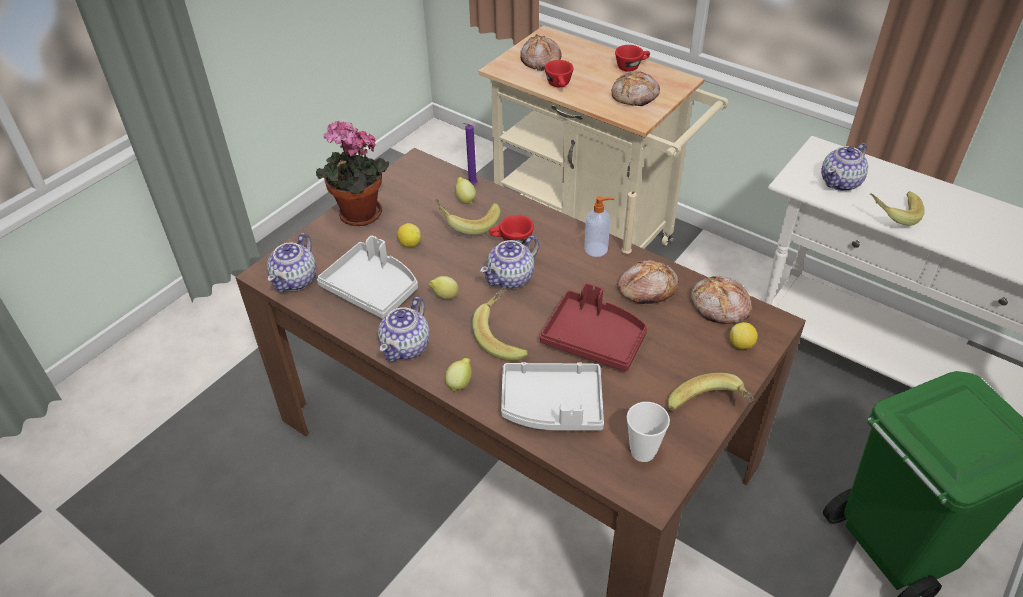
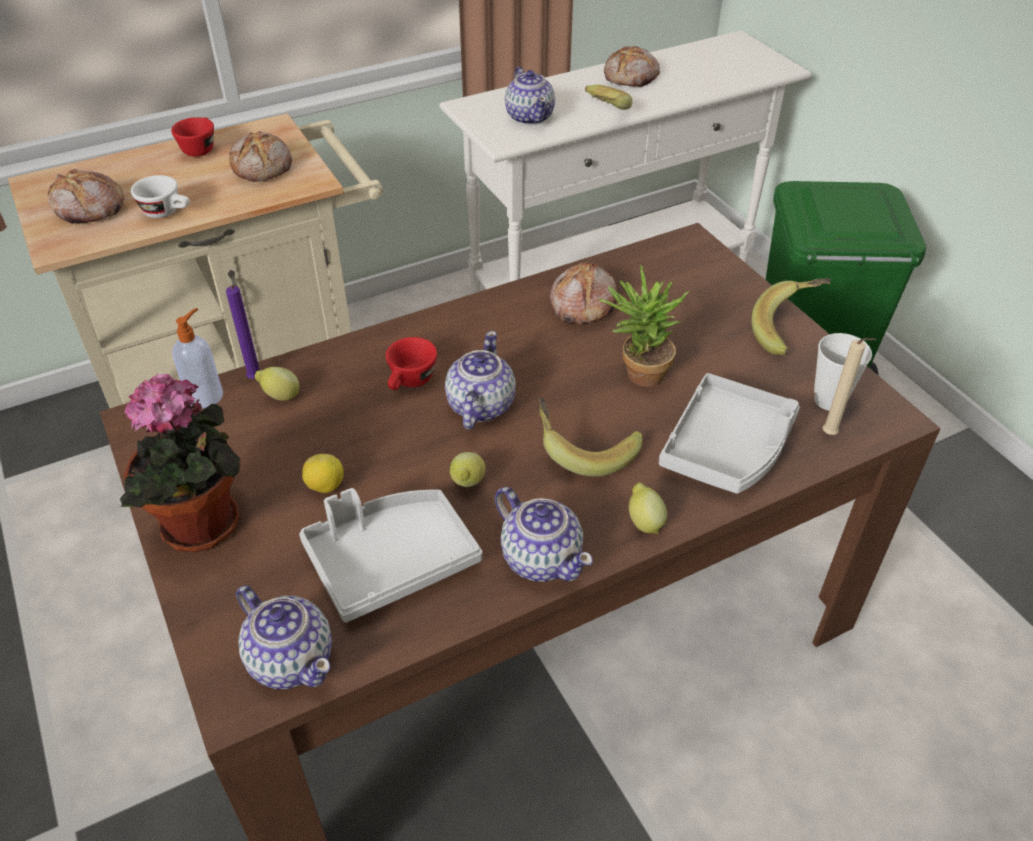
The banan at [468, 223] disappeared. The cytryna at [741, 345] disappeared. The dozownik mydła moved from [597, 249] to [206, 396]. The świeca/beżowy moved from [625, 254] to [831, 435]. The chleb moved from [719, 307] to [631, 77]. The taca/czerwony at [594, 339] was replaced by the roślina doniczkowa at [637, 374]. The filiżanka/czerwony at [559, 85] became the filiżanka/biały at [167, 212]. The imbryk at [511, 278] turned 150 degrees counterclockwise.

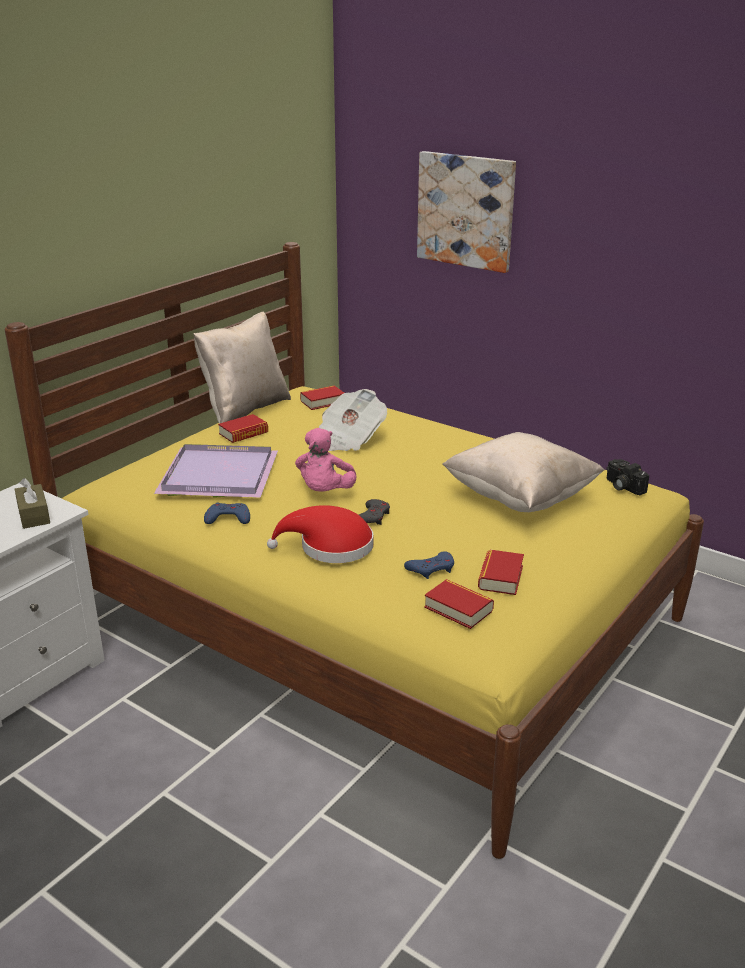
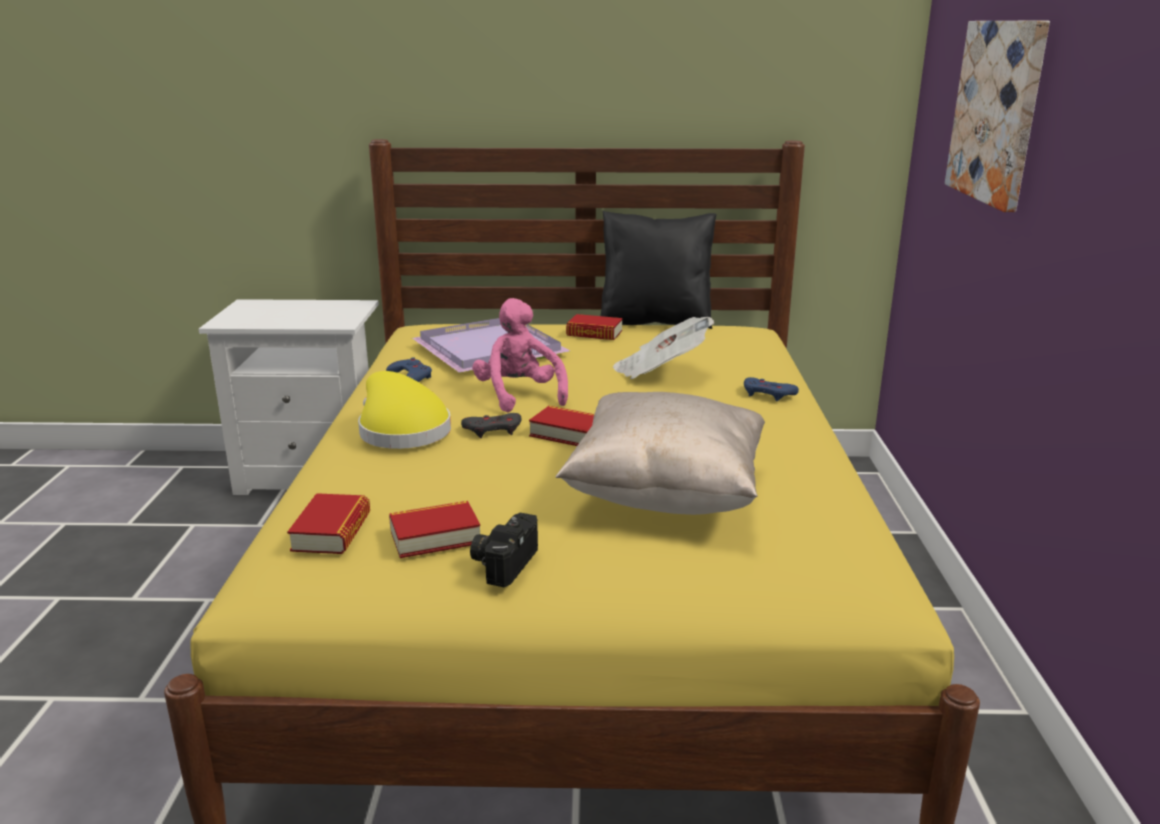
The pudełko chusteczek/brązowy at [34, 515] disappeared. The książka moved from [322, 402] to [568, 433]. The pad do gier/niebieski moved from [431, 569] to [768, 394]. The aparat fotograficzny moved from [622, 486] to [503, 562]. The poduszka/beżowy at [244, 409] became the poduszka/czarny at [655, 321]. The kapelusz/czerwony at [330, 547] became the kapelusz/żółty at [401, 430]. The pluszak/różowy at [325, 492] turned 90 degrees clockwise.

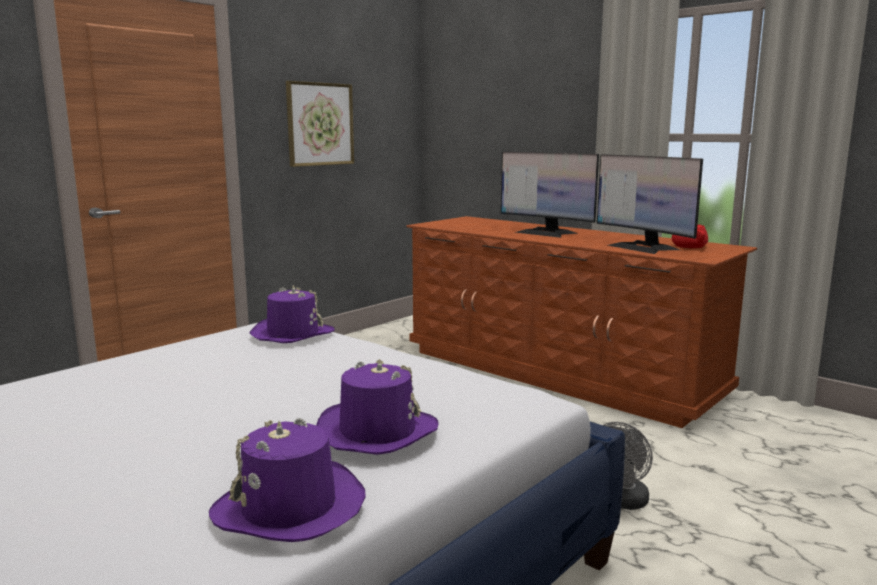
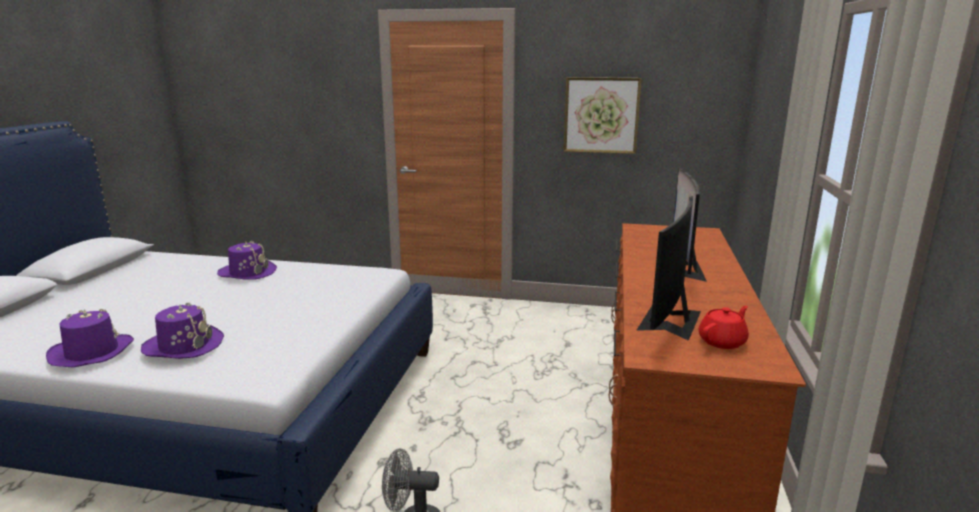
The kapelusz/fioletowy moved from [292, 334] to [247, 272].

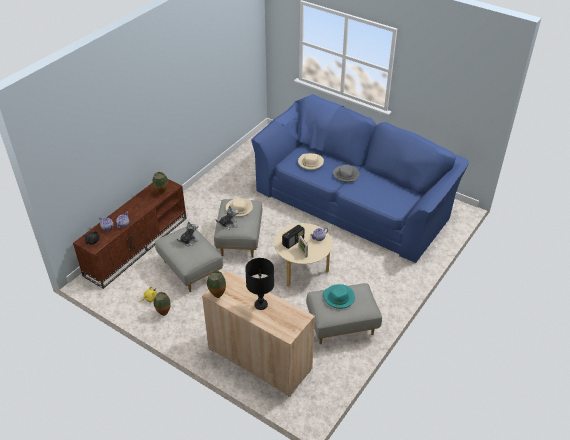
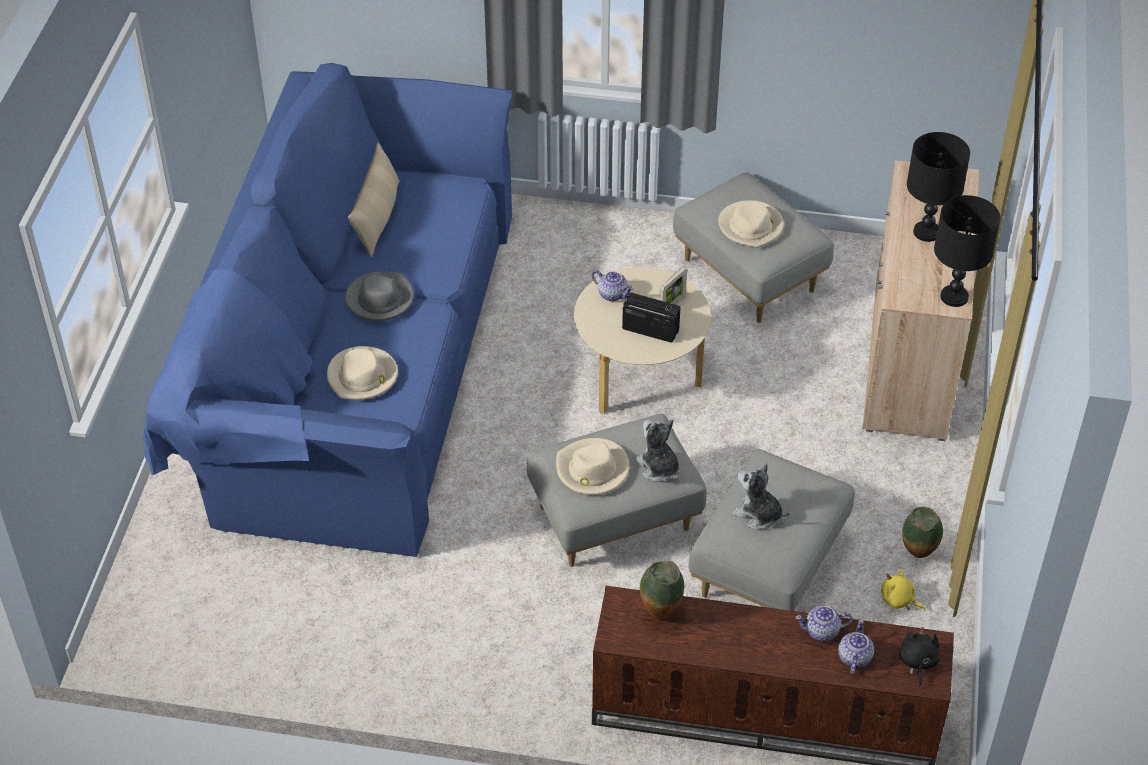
The poduszka/beżowy at [377, 217] appeared. The wazon at [217, 295] was replaced by the lampa stołowa/czarny at [954, 297]. The kapelusz/turkusowy at [339, 298] became the kapelusz/beżowy at [751, 226].

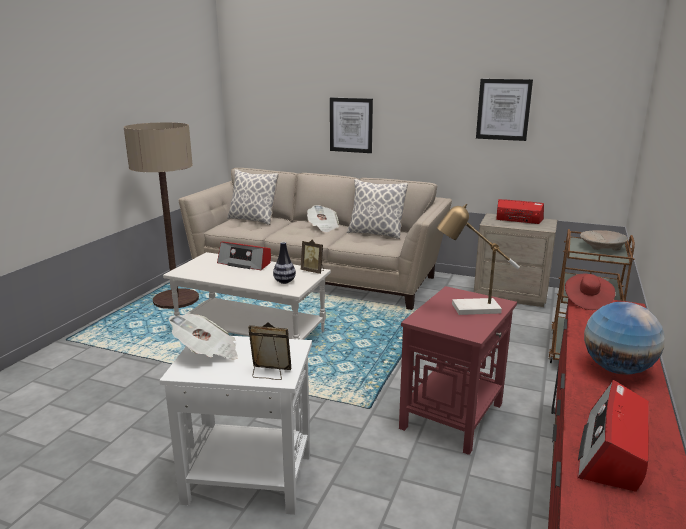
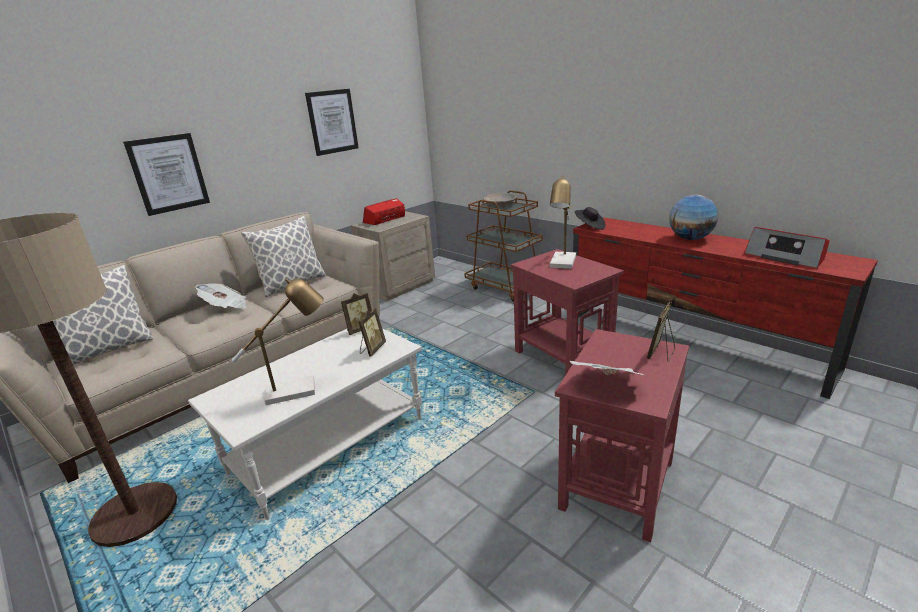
The radio at [245, 263] disappeared. The lampa stołowa at [298, 390] appeared. The wazon at [284, 282] was replaced by the ramka na zdjęcie at [372, 349]. The stolik/biały at [249, 477] became the stolik/czerwony at [616, 483]. The kapelusz/czerwony at [587, 301] became the kapelusz/czarny at [589, 227].

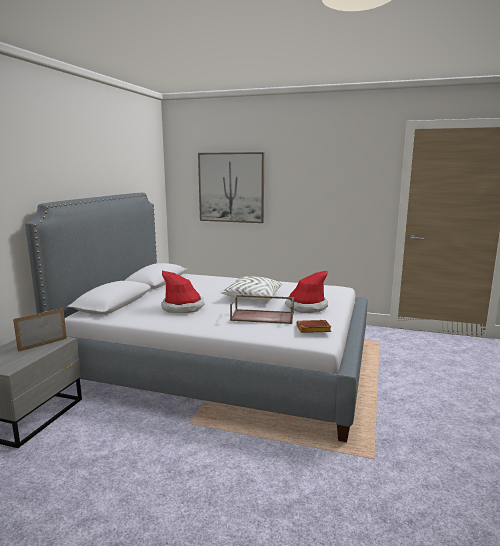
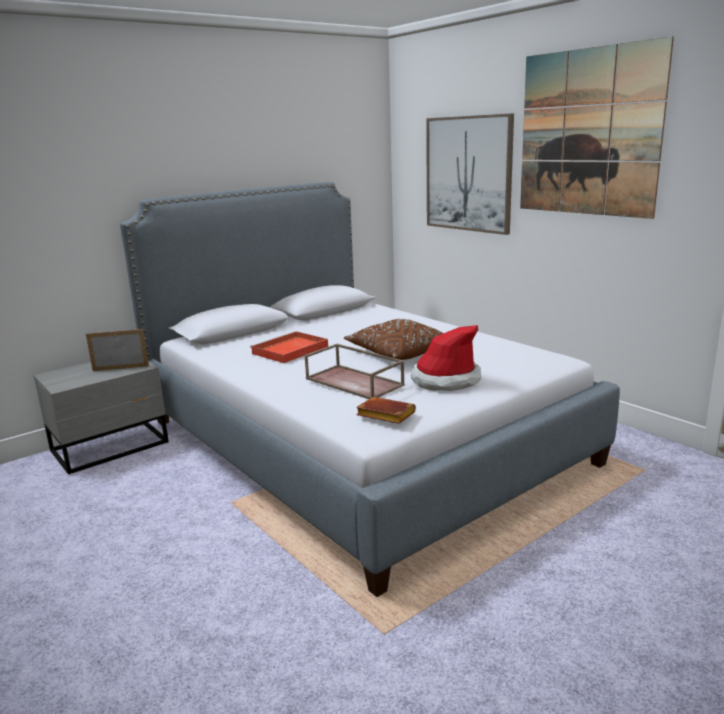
The obraz at [588, 133] appeared. The kapelusz at [183, 307] was replaced by the taca/czerwony at [289, 350]. The poduszka/biały at [252, 298] became the poduszka/brązowy at [397, 353].

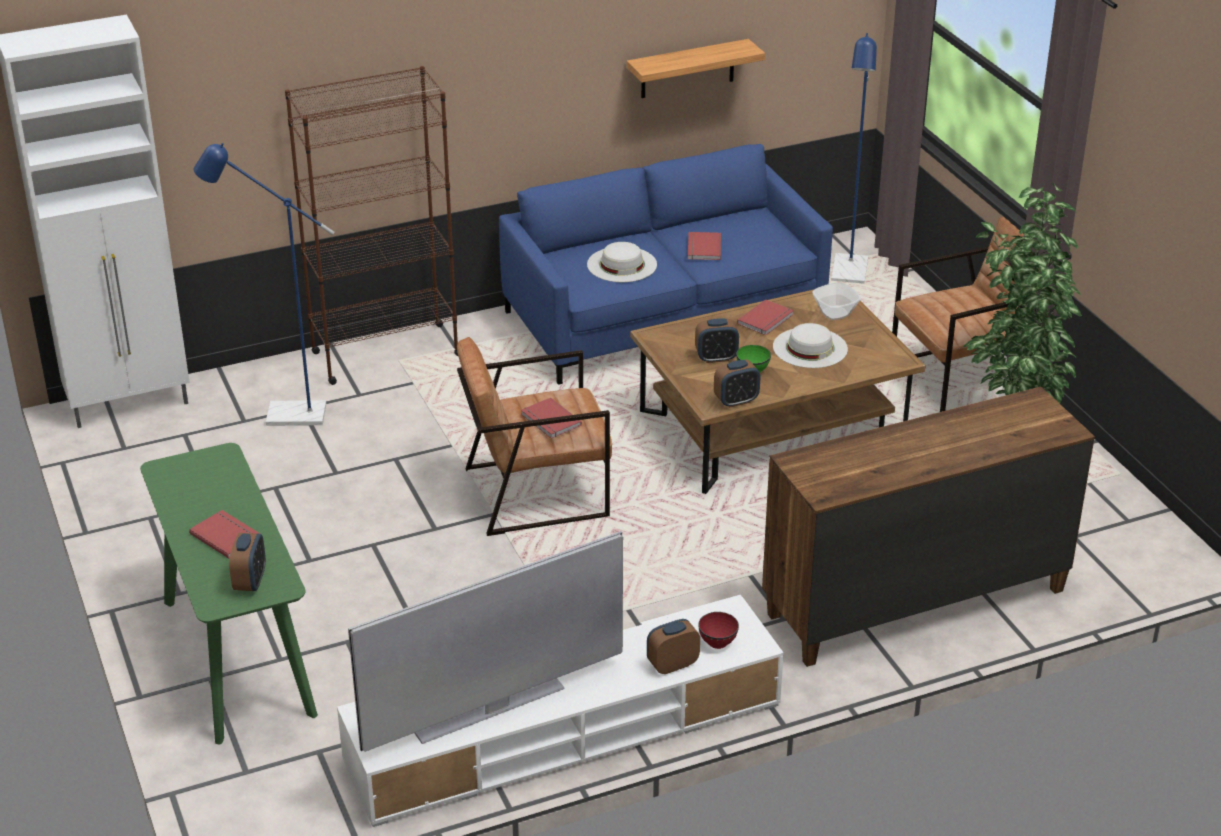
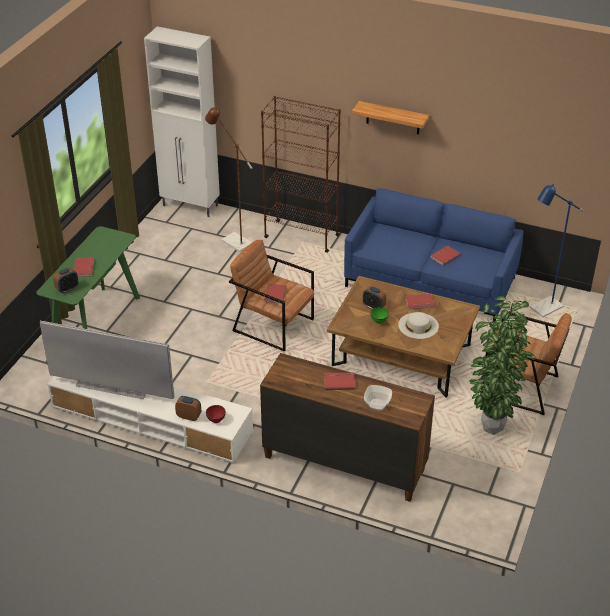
The kapelusz/biały at [621, 264] disappeared. The budzik at [736, 401] disappeared. The książka/czerwony at [339, 381] appeared. The półka moved from [687, 69] to [393, 118]. The miska moved from [835, 312] to [377, 404]. The lampa stojąca/niebieski at [284, 415] became the lampa stojąca/brązowy at [232, 240].

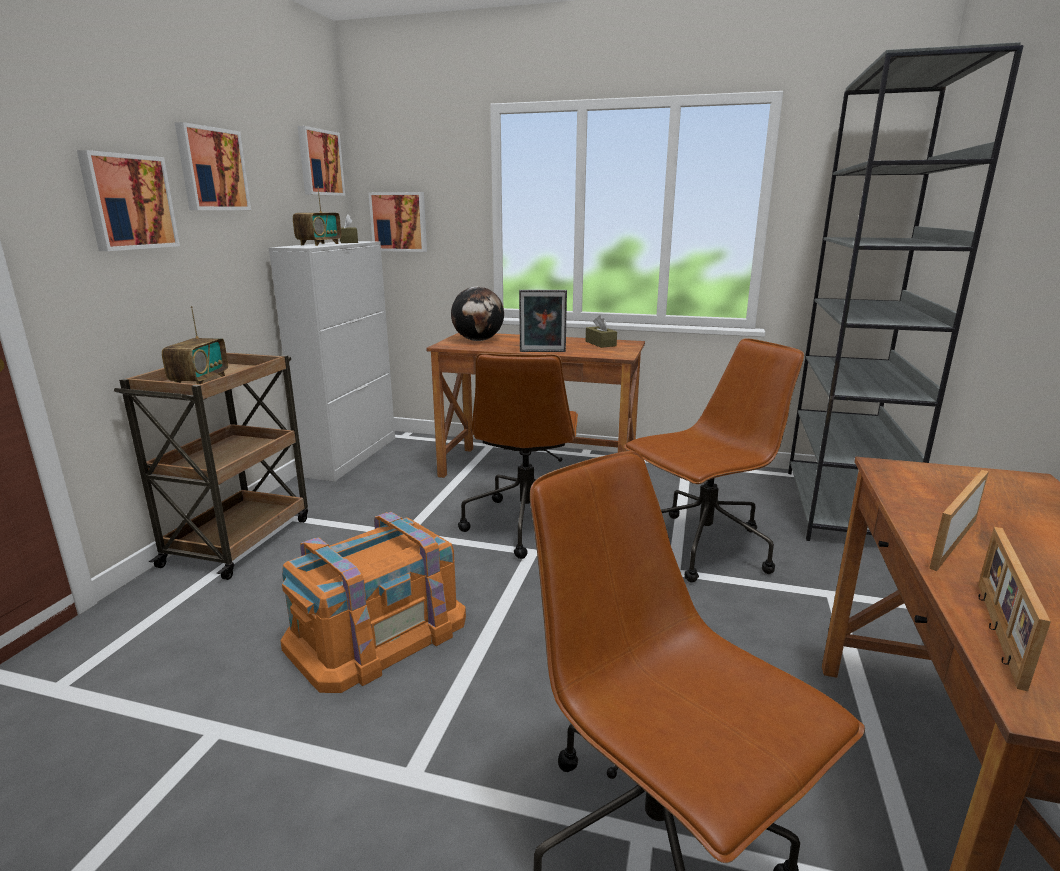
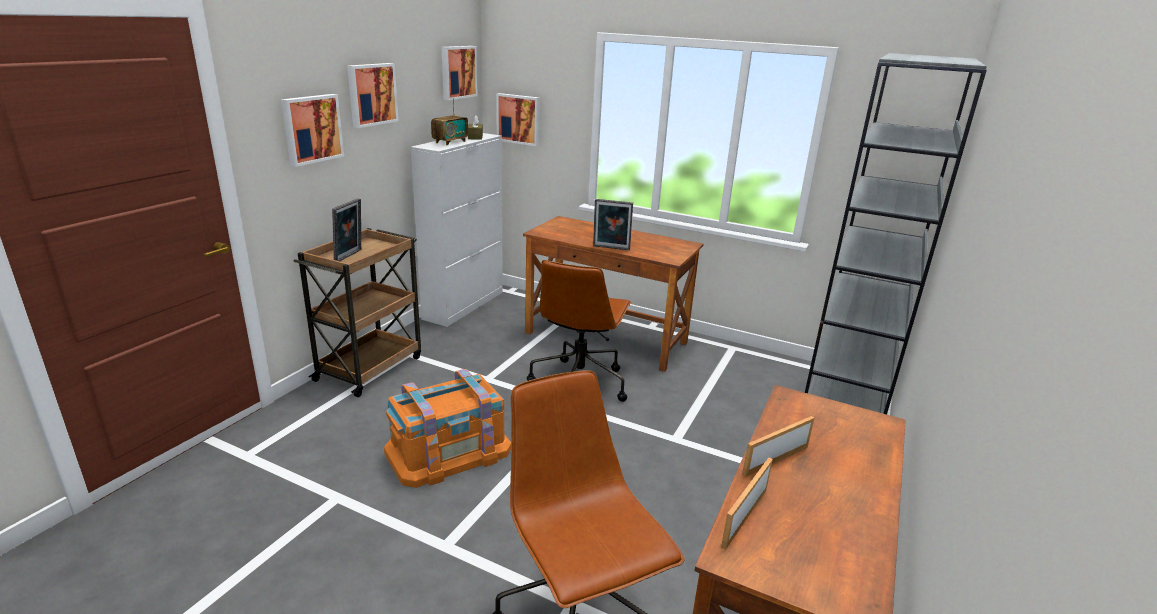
The globus at [478, 340] disappeared. The pudełko chusteczek/brązowy at [600, 343] disappeared. The krzesło biurowe/brązowy at [702, 549] disappeared. The radio at [200, 381] was replaced by the ramka na zdjęcie at [350, 256].

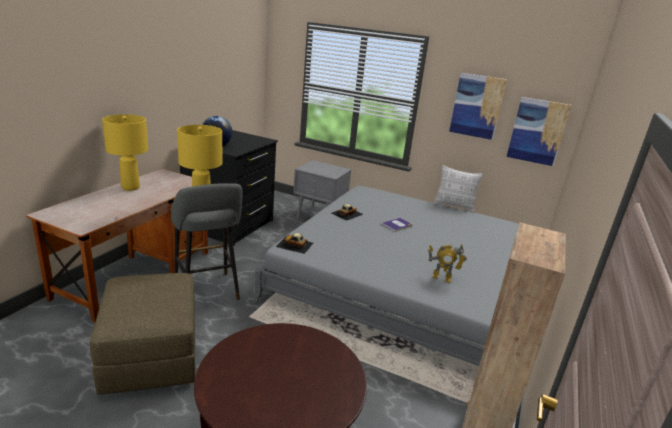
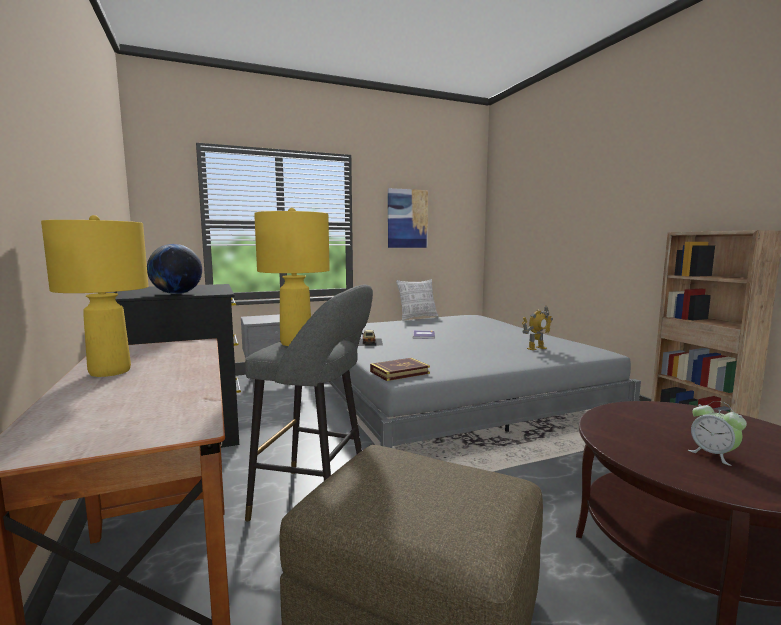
The obraz at [537, 131] disappeared. The budzik at [713, 455] appeared. The samochodzik at [295, 245] was replaced by the książka at [399, 372].

